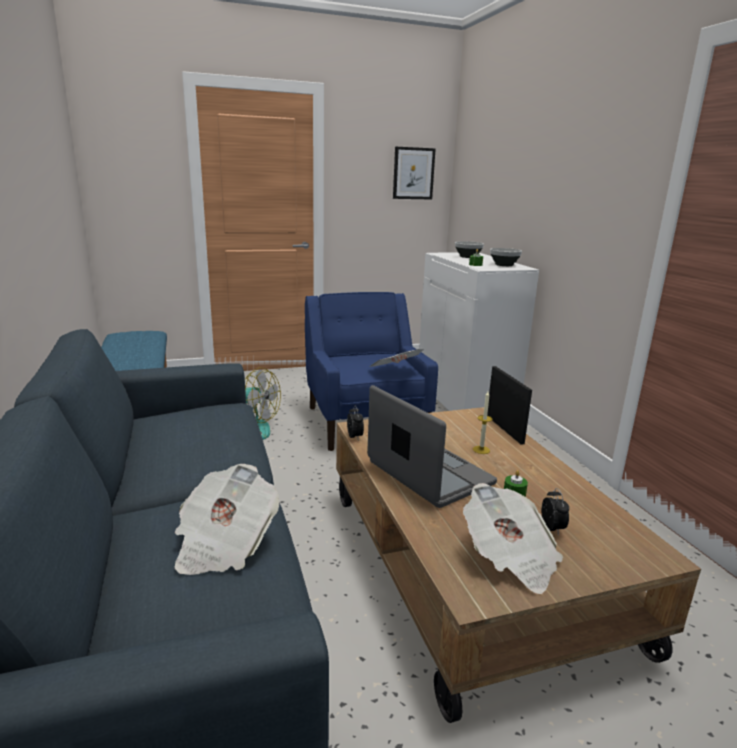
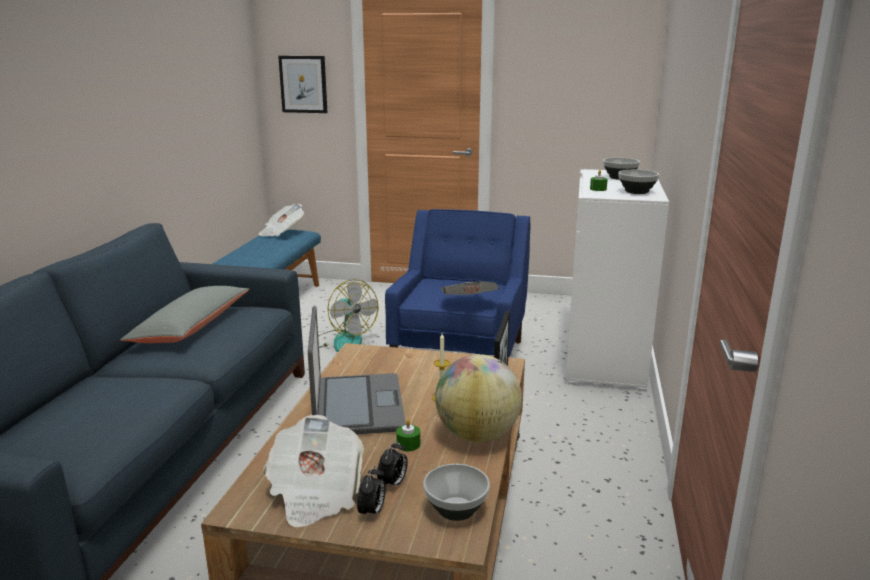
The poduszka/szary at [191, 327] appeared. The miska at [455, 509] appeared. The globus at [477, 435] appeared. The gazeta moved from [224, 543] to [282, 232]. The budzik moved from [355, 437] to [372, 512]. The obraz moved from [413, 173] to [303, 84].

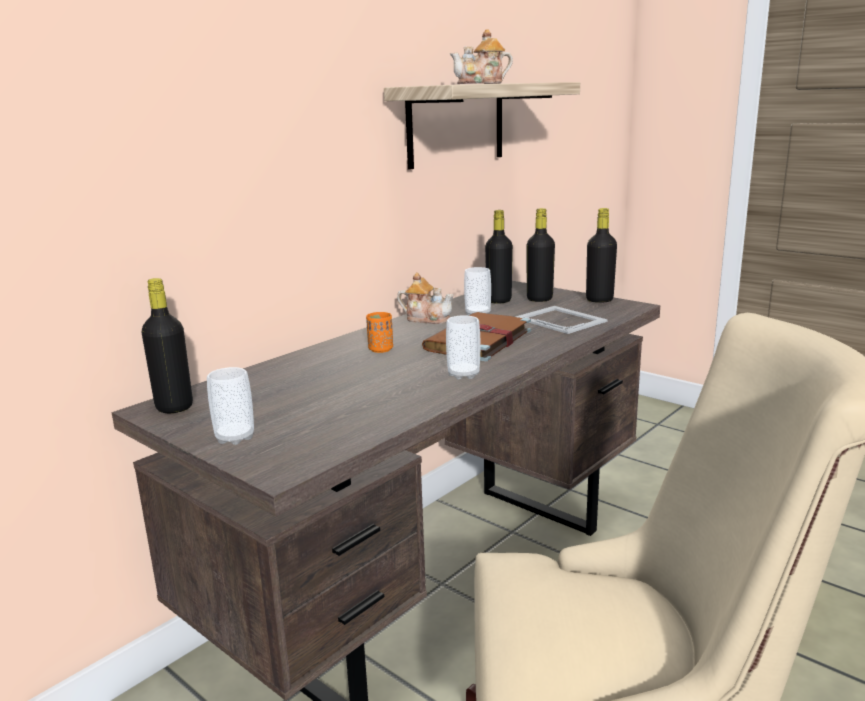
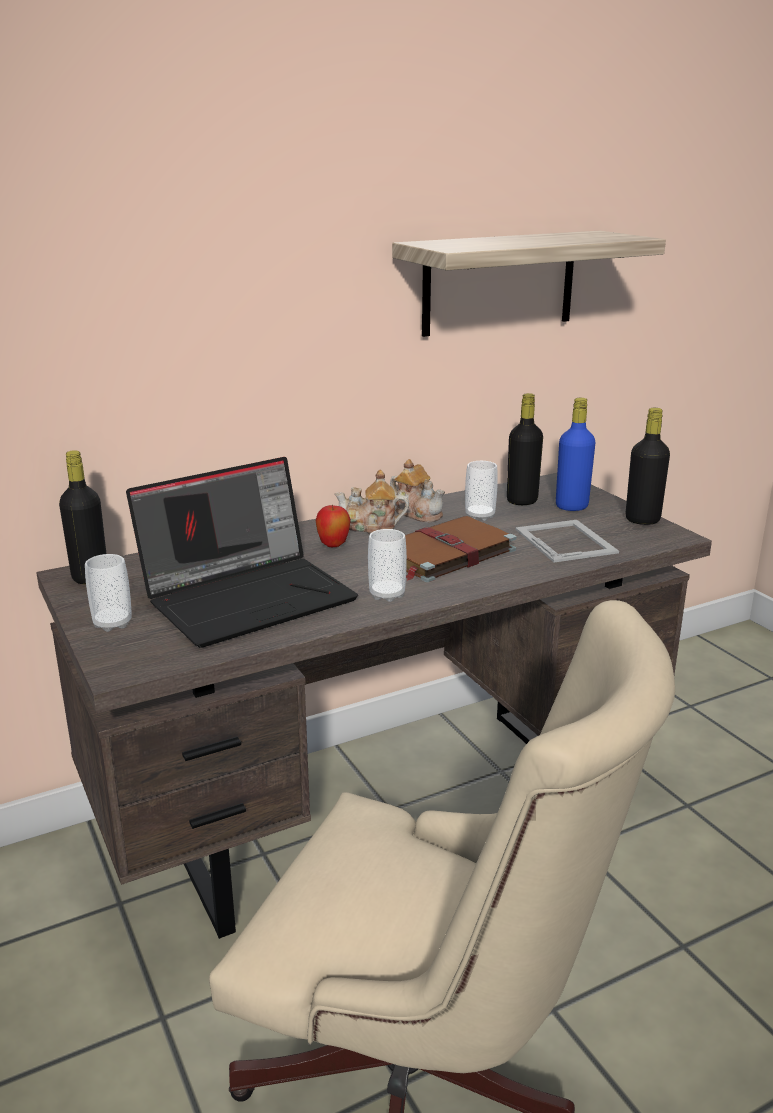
The laptop at [249, 596] appeared. The imbryk moved from [481, 83] to [371, 526]. The filiżanka/pomarańczowy at [380, 349] was replaced by the jabłko at [333, 545]. The butelka/czarny at [539, 299] became the butelka/niebieski at [571, 506].

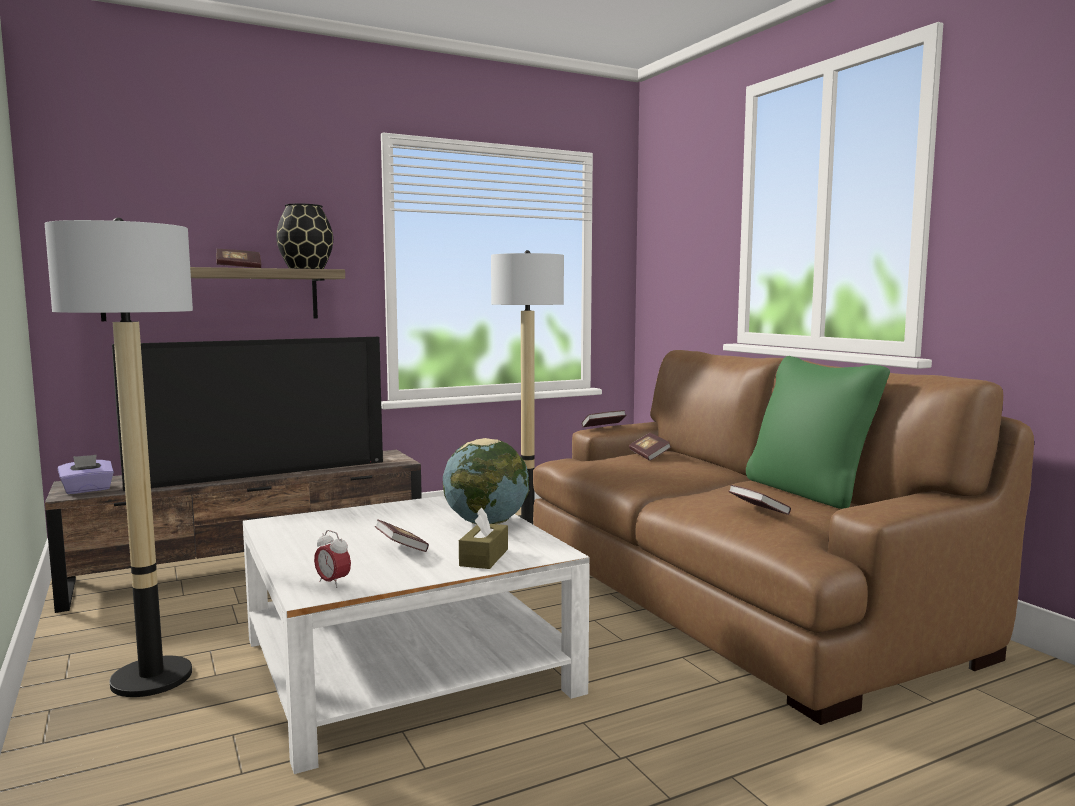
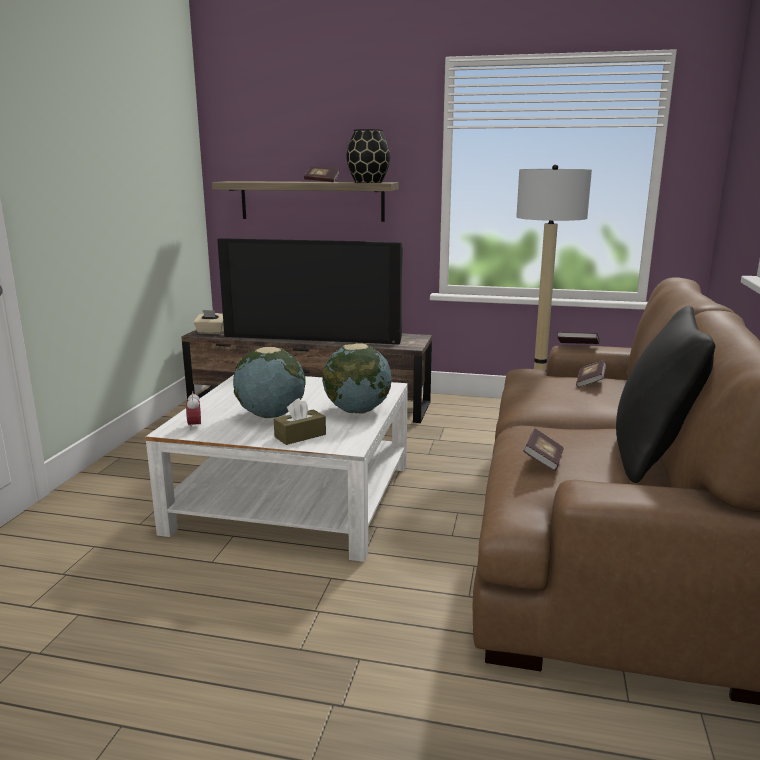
The lampa stojąca at [151, 678] disappeared. The książka at [401, 549] was replaced by the globus at [270, 415]. The pudełko chusteczek/fioletowy at [87, 490] became the pudełko chusteczek/beżowy at [211, 332]. The poduszka/zielony at [808, 491] became the poduszka/czarny at [651, 456].

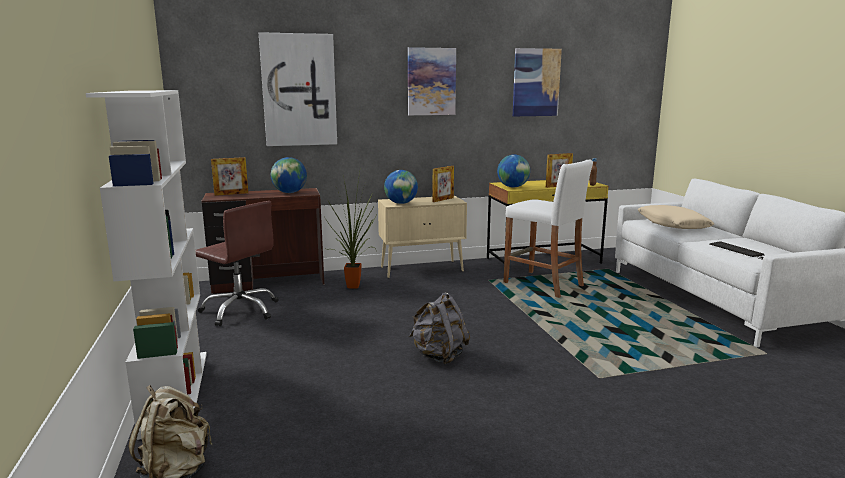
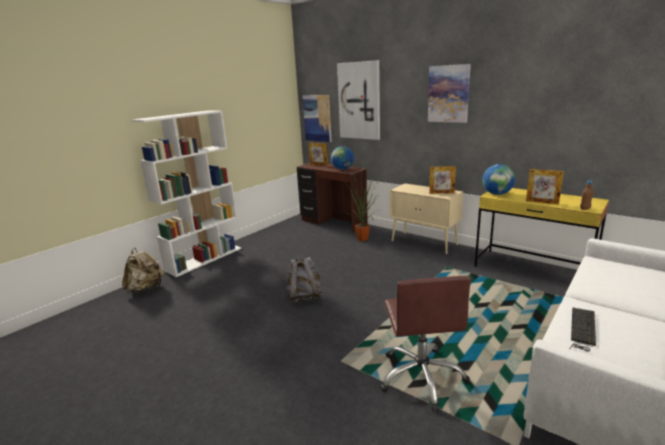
The globus at [401, 203] disappeared. The stołek/biały at [543, 284] disappeared. The poduszka/beżowy at [672, 225] disappeared. The krzesło biurowe/brązowy moved from [240, 310] to [422, 377]. The obraz moved from [536, 82] to [317, 118].

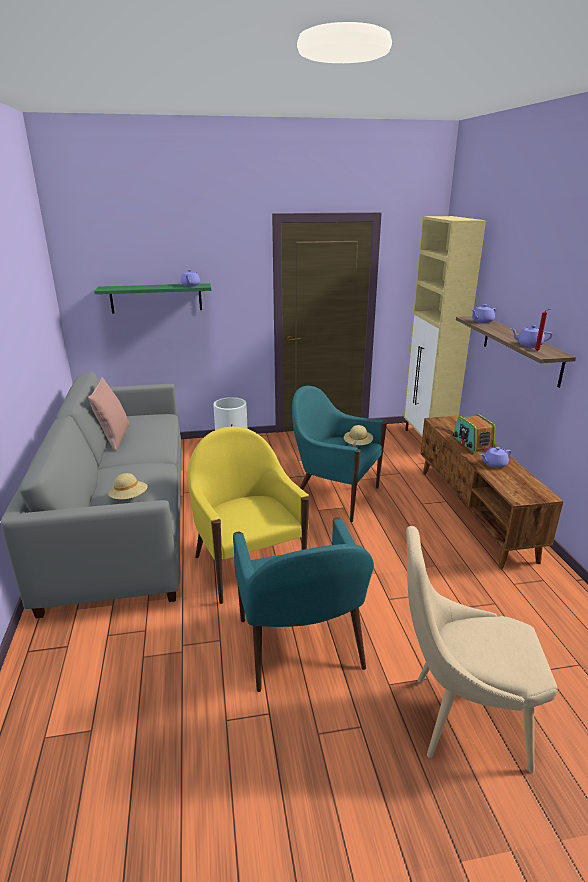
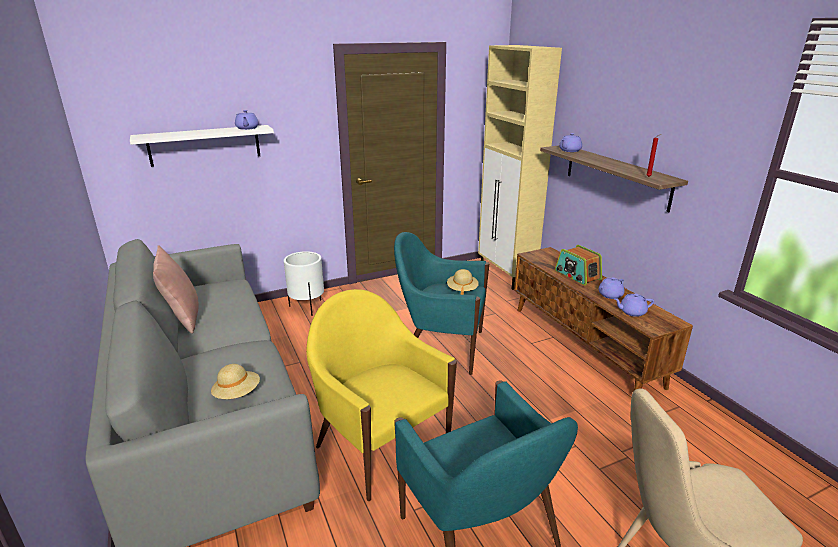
The imbryk/fioletowy moved from [529, 345] to [631, 312]. The półka/zielony at [156, 298] became the półka/biały at [205, 145].

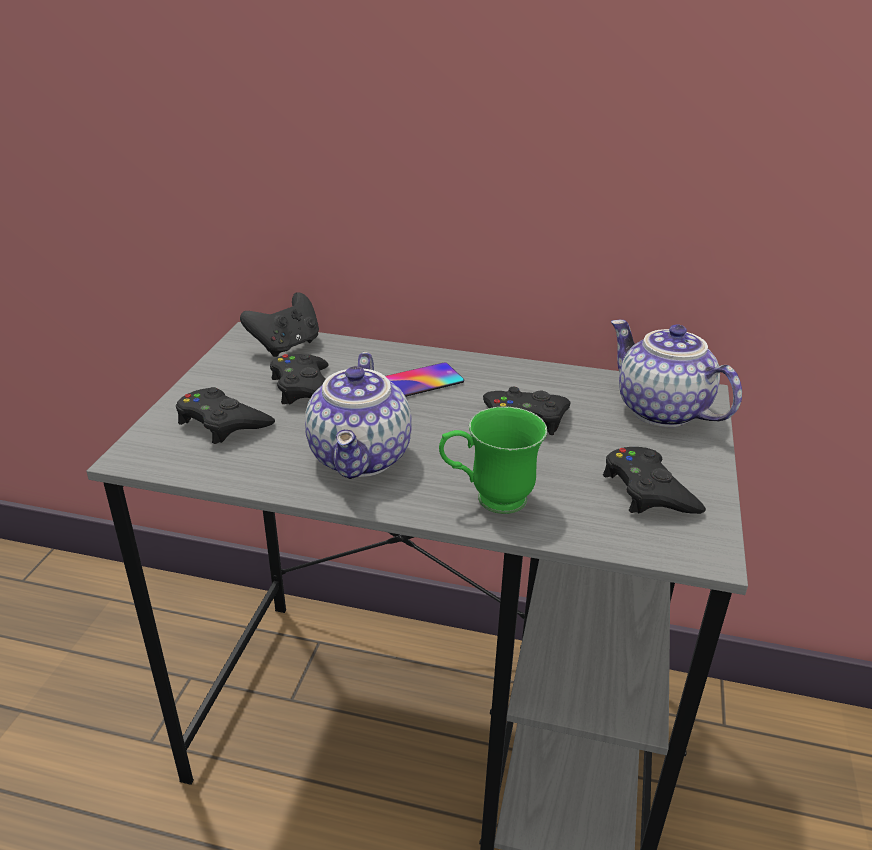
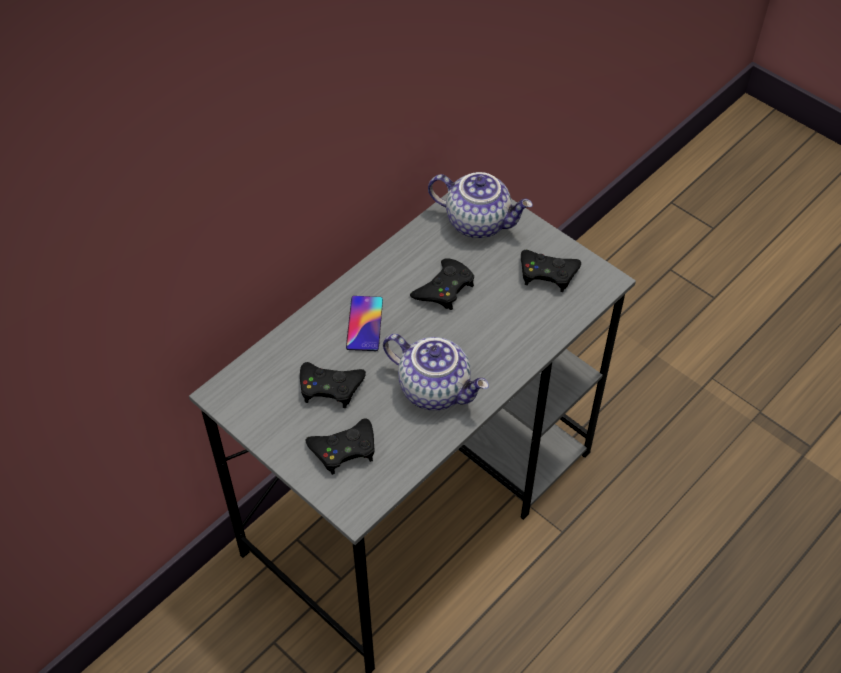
The pad do gier/czarny at [286, 346] disappeared. The kubek/zielony at [488, 500] disappeared. The imbryk at [659, 411] turned 150 degrees counterclockwise.

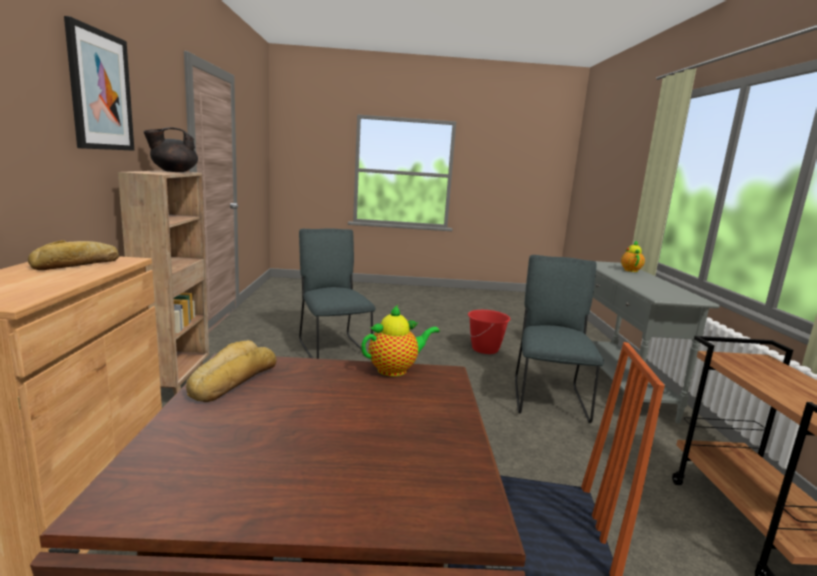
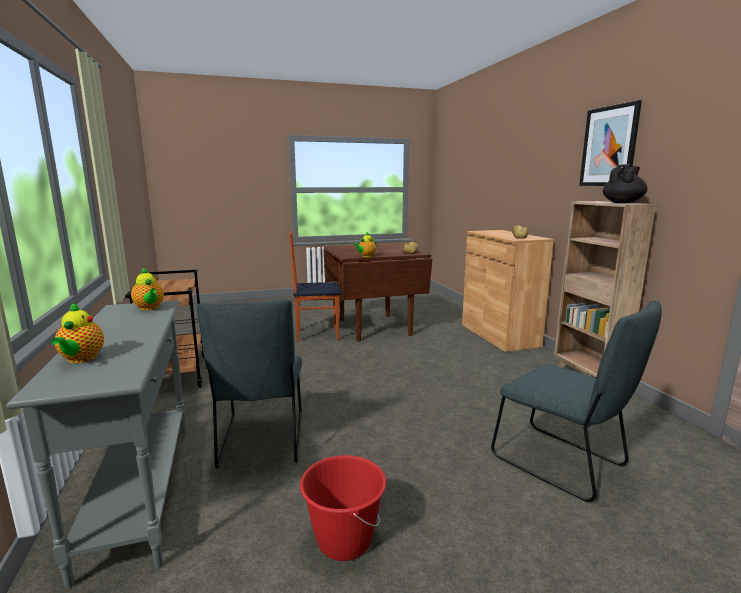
The imbryk at [149, 308] appeared.

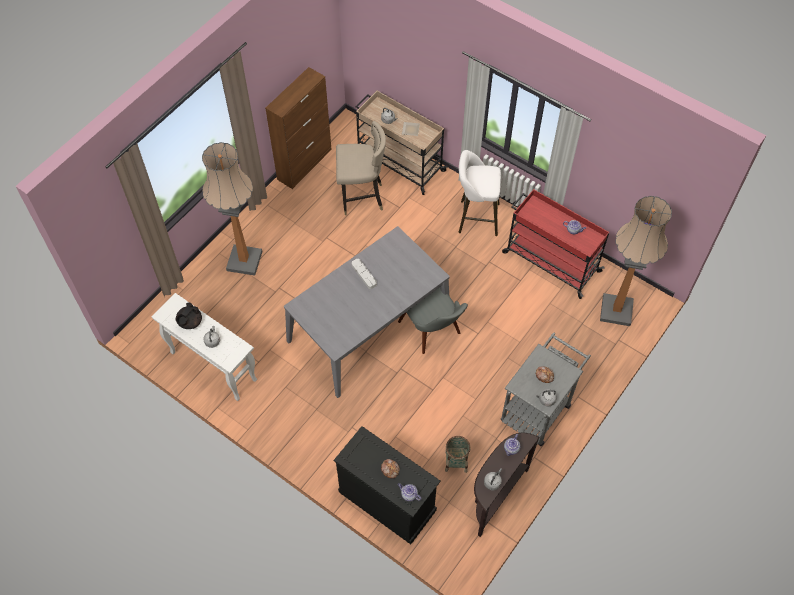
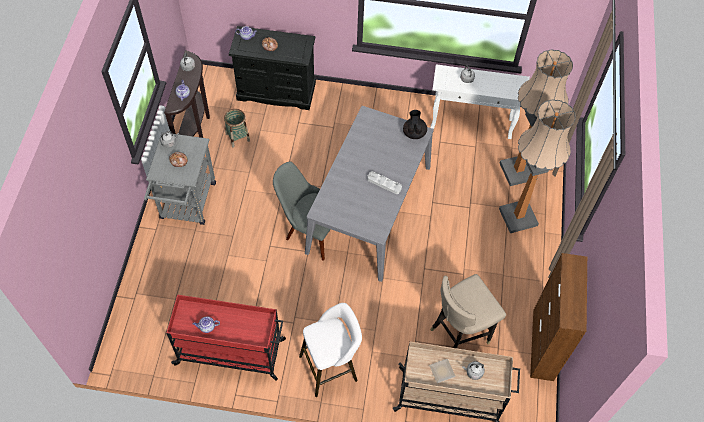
The imbryk/czarny moved from [190, 322] to [414, 132]. The lampa stojąca moved from [616, 310] to [518, 171].

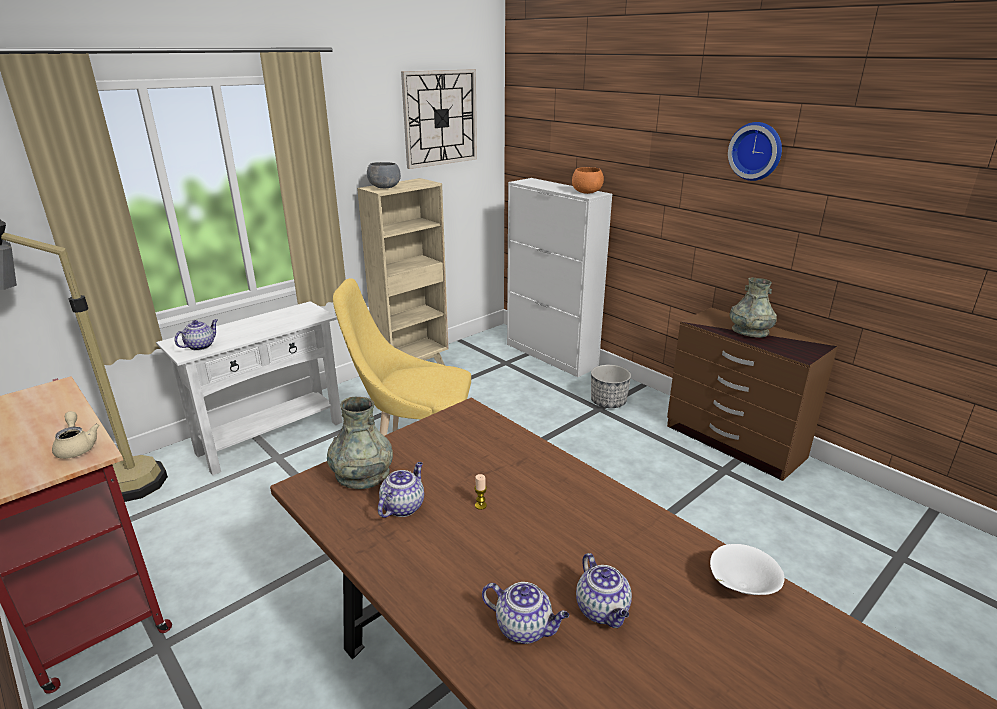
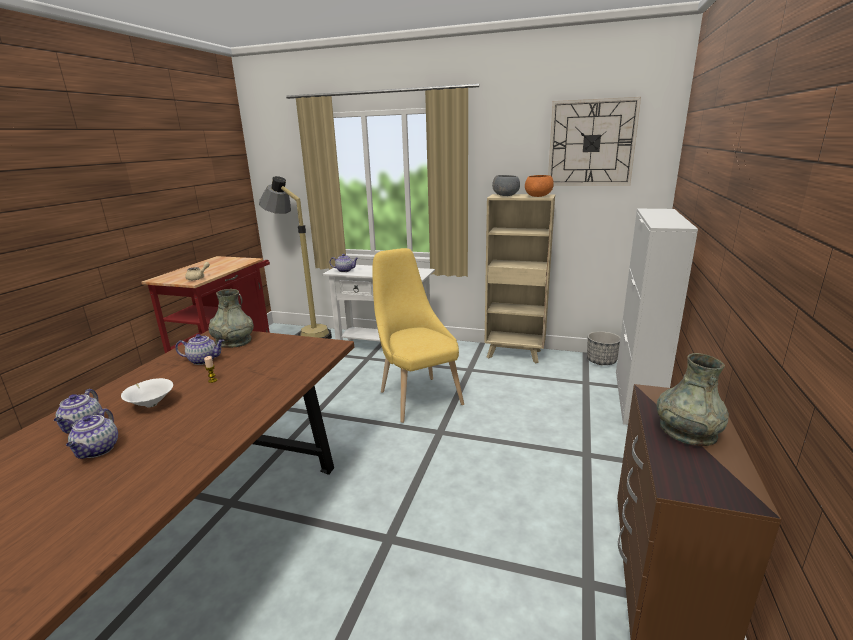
The zegar ścienny at [756, 151] disappeared. The miska/pomarańczowy moved from [586, 192] to [537, 196]. The donica moved from [608, 402] to [601, 361]. The miska/biały moved from [740, 588] to [151, 404]. The imbryk at [603, 610] turned 45 degrees counterclockwise.

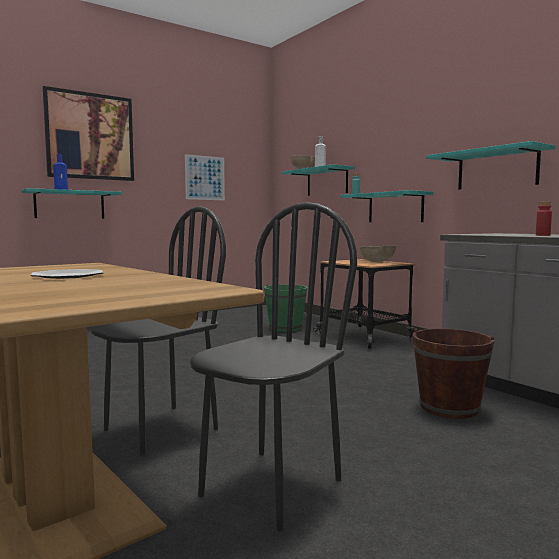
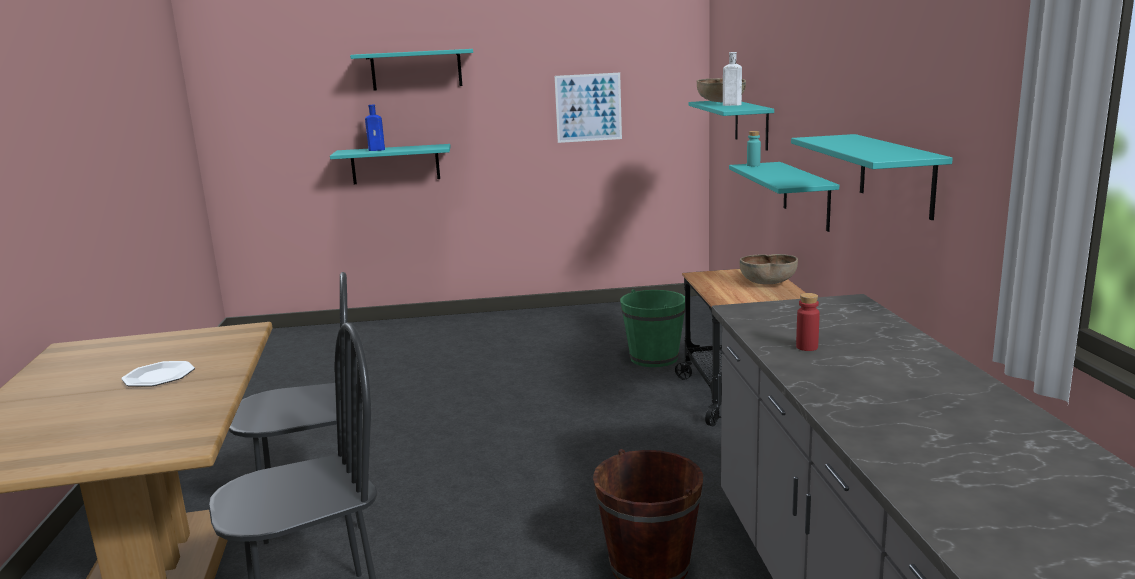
The obraz at [90, 136] was replaced by the półka/turkusowy at [416, 69].

